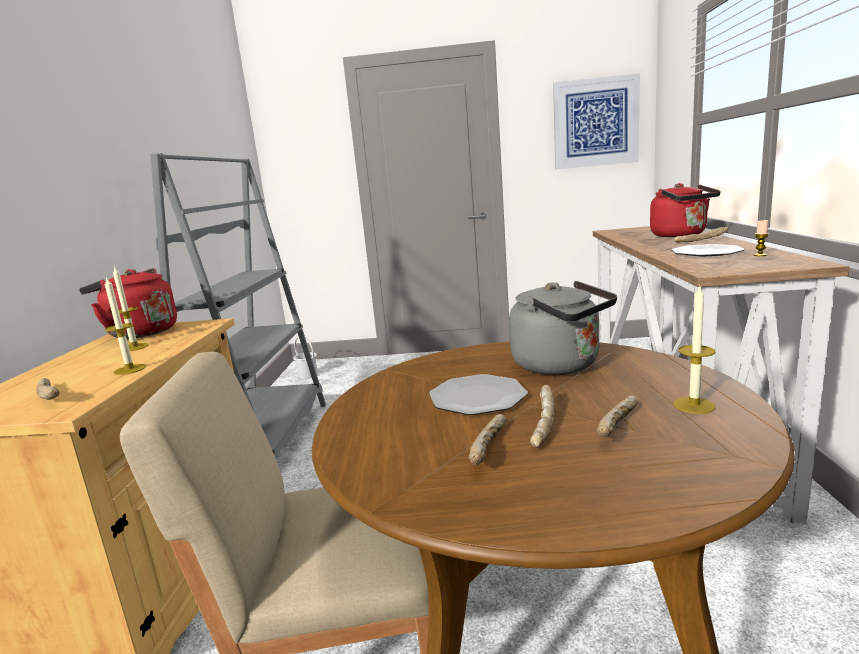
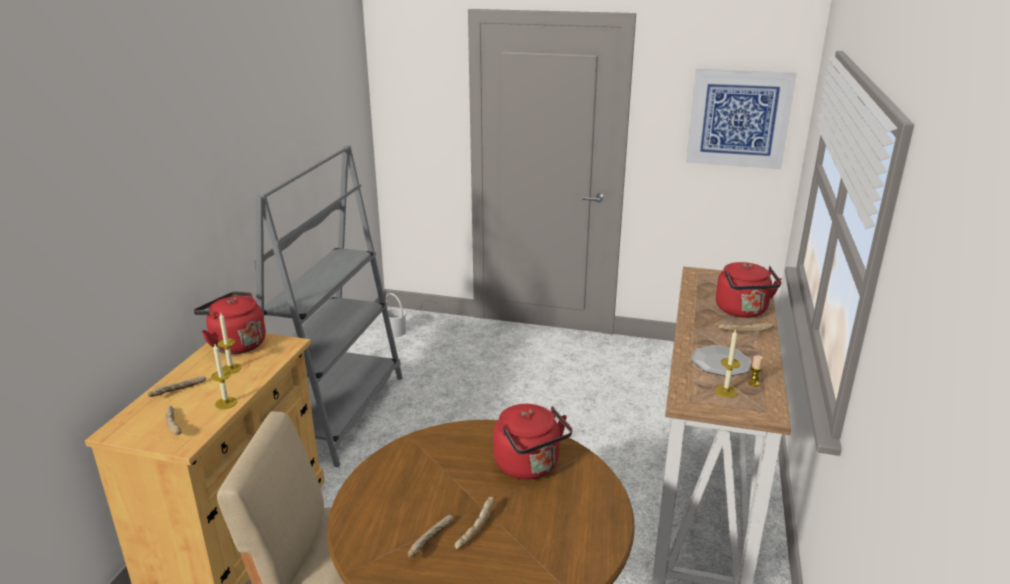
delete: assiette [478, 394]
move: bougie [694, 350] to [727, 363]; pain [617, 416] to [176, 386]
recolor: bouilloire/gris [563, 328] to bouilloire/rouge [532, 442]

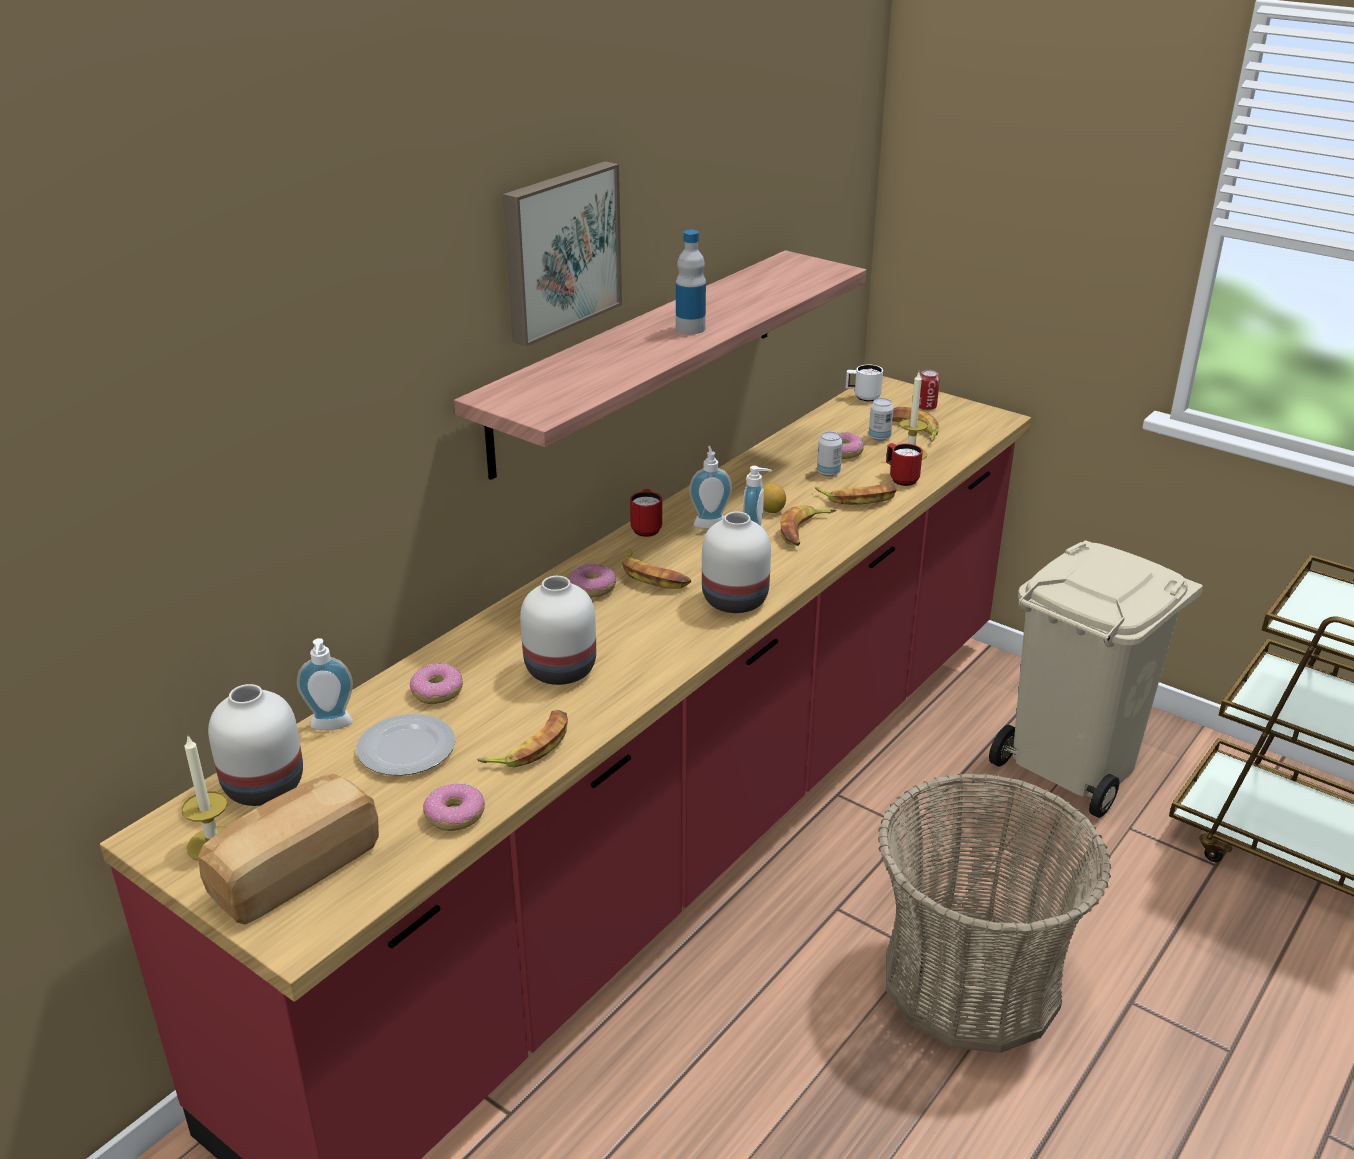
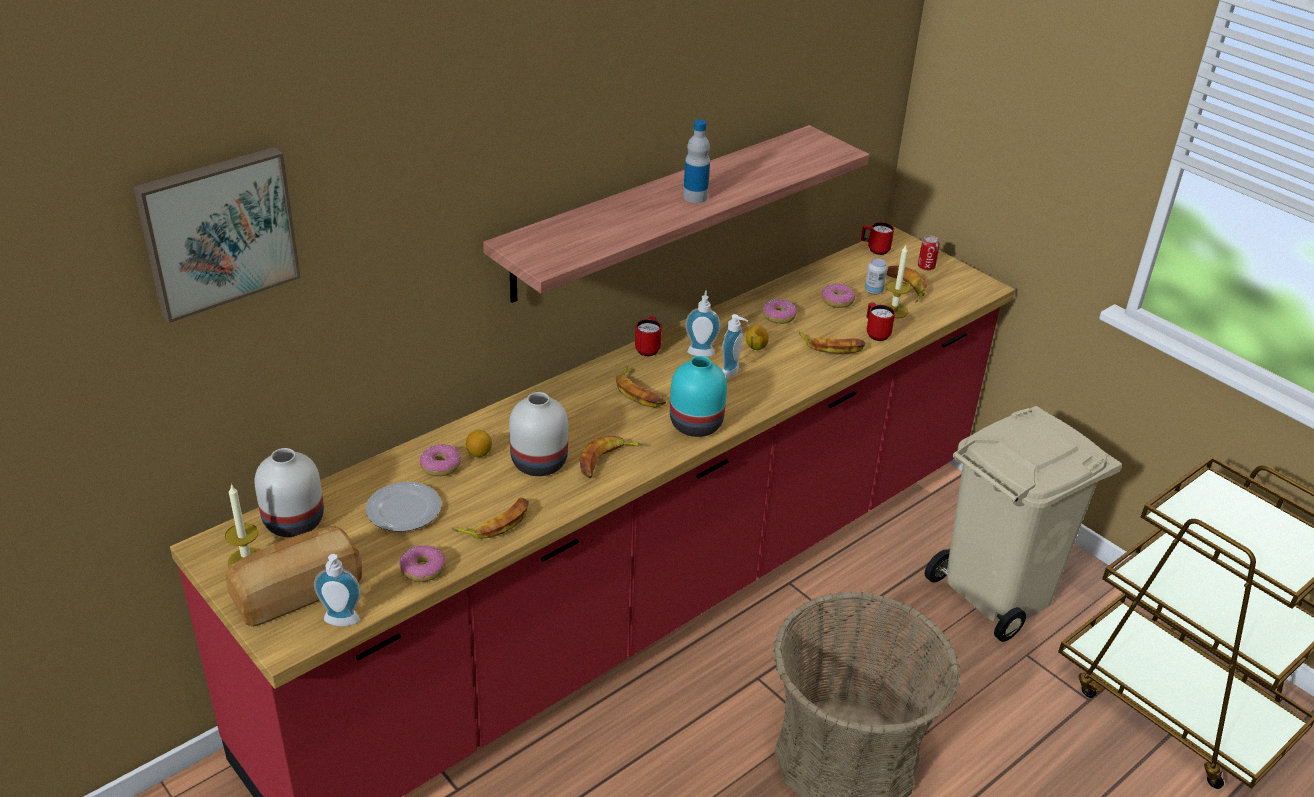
delete: boîte métallique [829, 454]
insert: citron [479, 443]
move: tableau [562, 254] to [217, 235]; banane [809, 526] to [612, 457]; beignet [592, 580] to [780, 311]; distributeur de savon [325, 684] to [337, 590]
recolor: mug/blanc [864, 383] to mug/rouge [877, 238]; vase/blanc [736, 562] to vase/turquoise [698, 396]

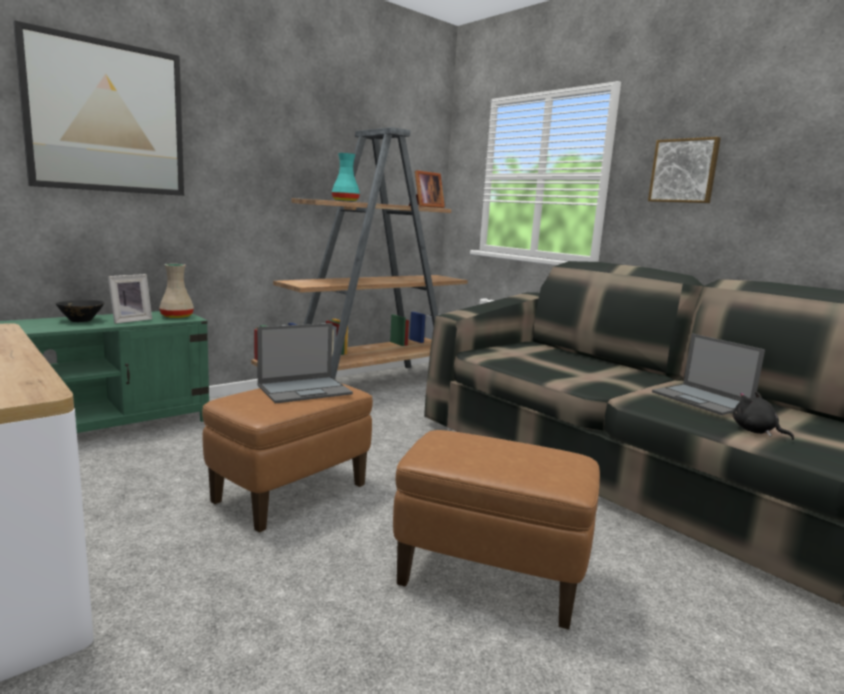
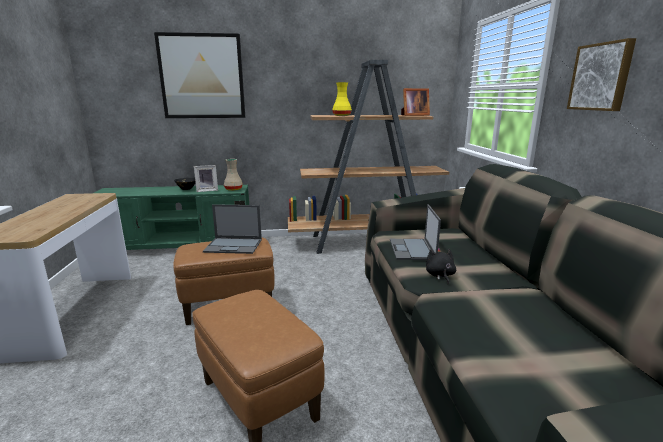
move: ordinateur portable [708, 374] to [415, 232]; peluche/noir [763, 415] to [441, 266]
recolor: vase/turquoise [346, 177] to vase/jaune [342, 99]

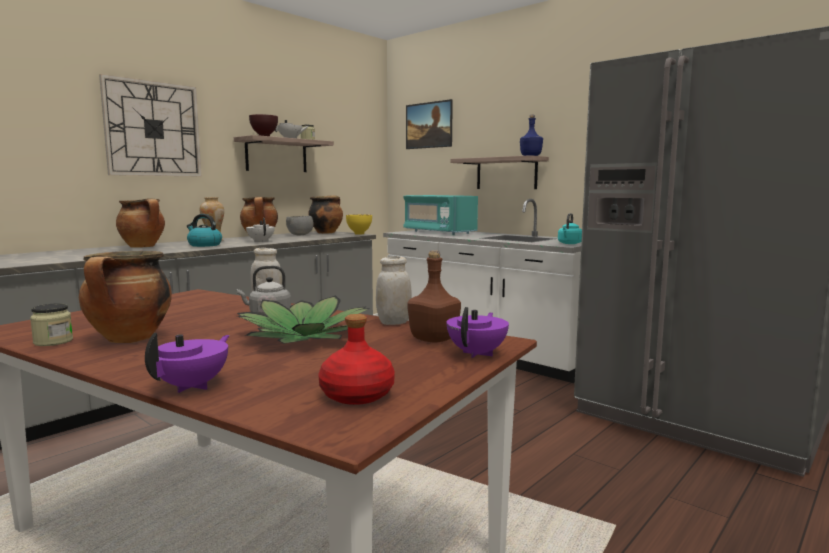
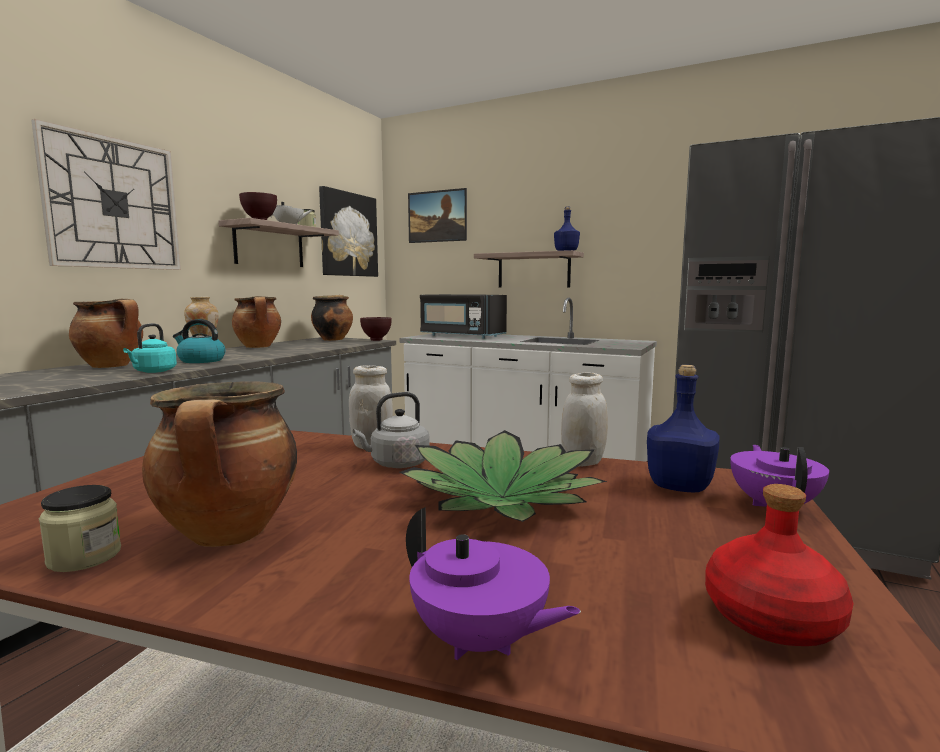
delete: bol/gris [299, 226]; théière/blanc [260, 230]
insert: tableau [348, 231]
move: bouilloire/turquoise [570, 228] to [150, 348]
recolor: micro-ondes/turquoise [440, 215] to micro-ondes/noir [463, 316]; bol/jaune [359, 225] to bol/marron [376, 329]; bouteille/marron [434, 296] to bouteille/bleu [683, 428]
rotate: théière/violet [187, 363] = [493, 583] 120 degrees clockwise

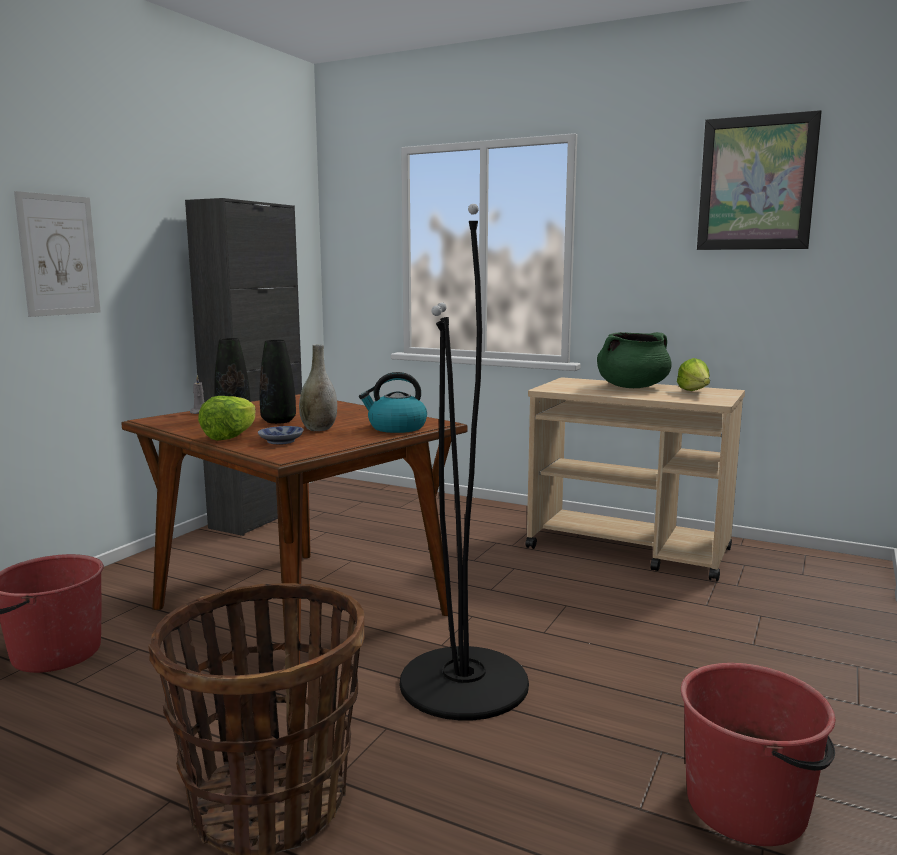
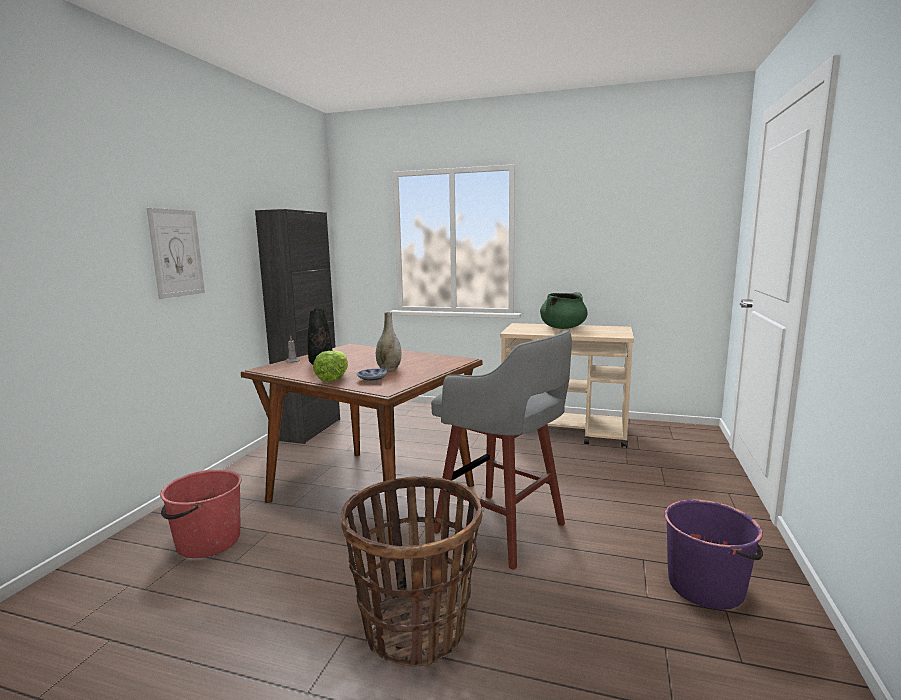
delete: tableau [759, 180]; vase/noir [278, 382]; laitue [693, 374]; bouilloire [393, 402]
replace: lampadaire/noir [464, 462] to tabouret/gris [501, 450]
recolor: seau/rouge [758, 754] to seau/violet [713, 555]

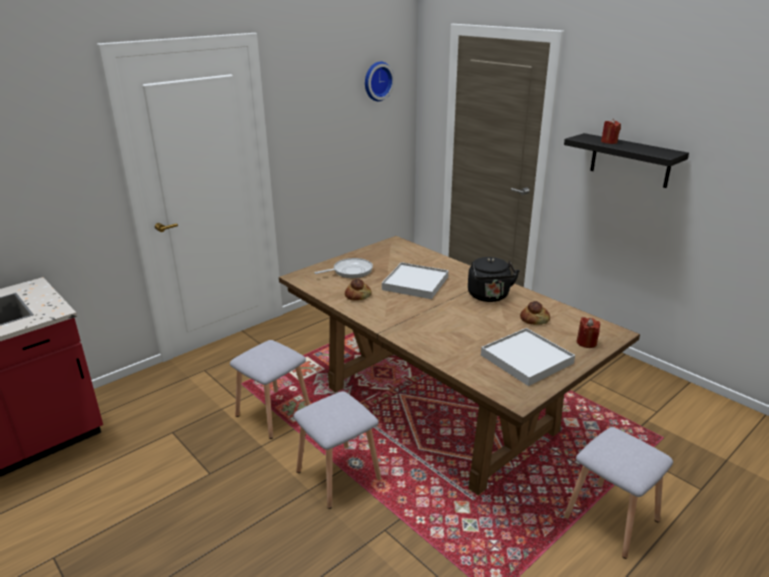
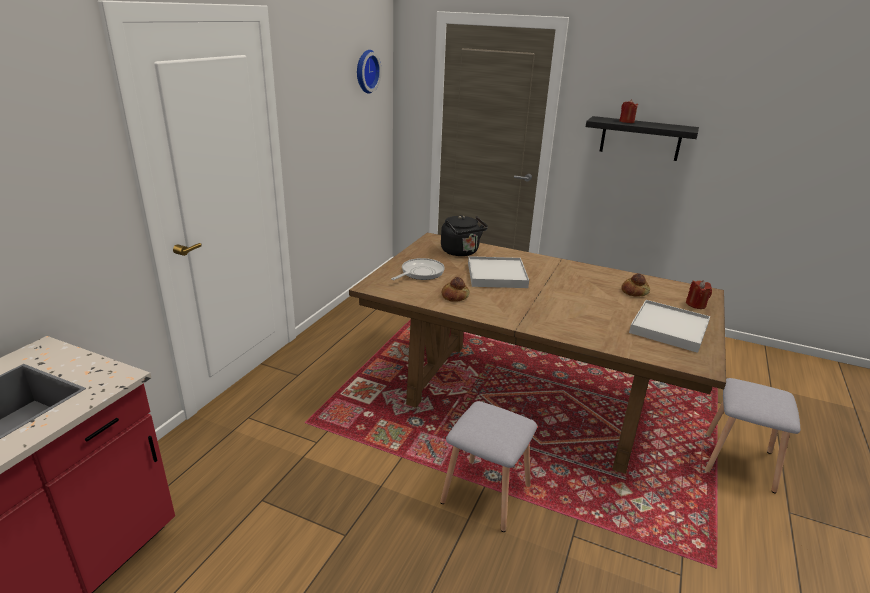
delete: tabouret/gris [270, 389]
move: bouilloire/noir [494, 279] to [464, 235]

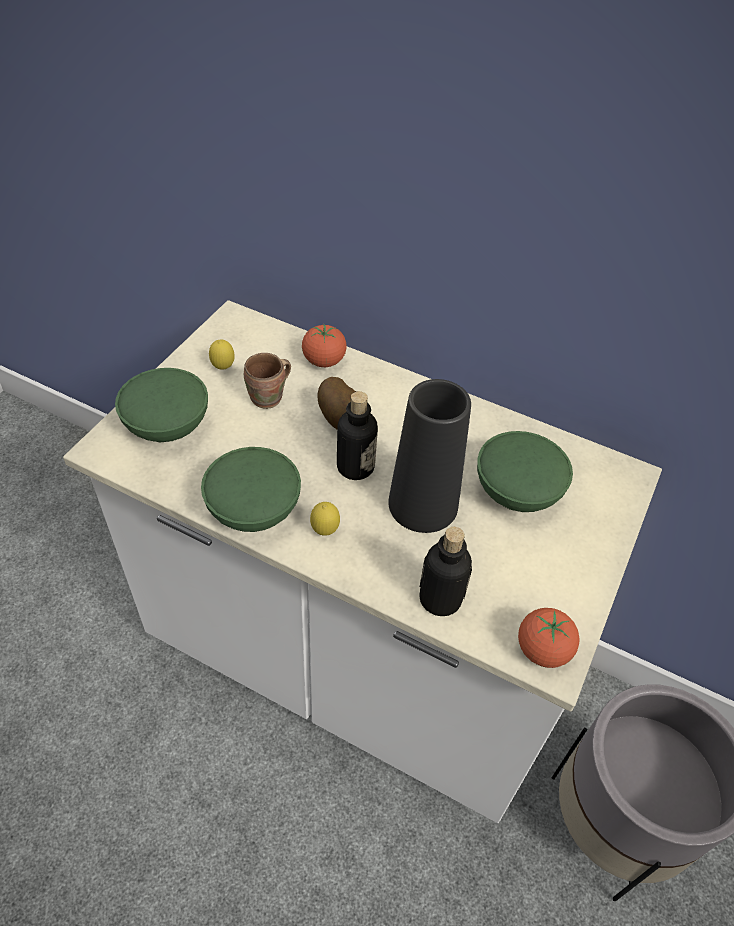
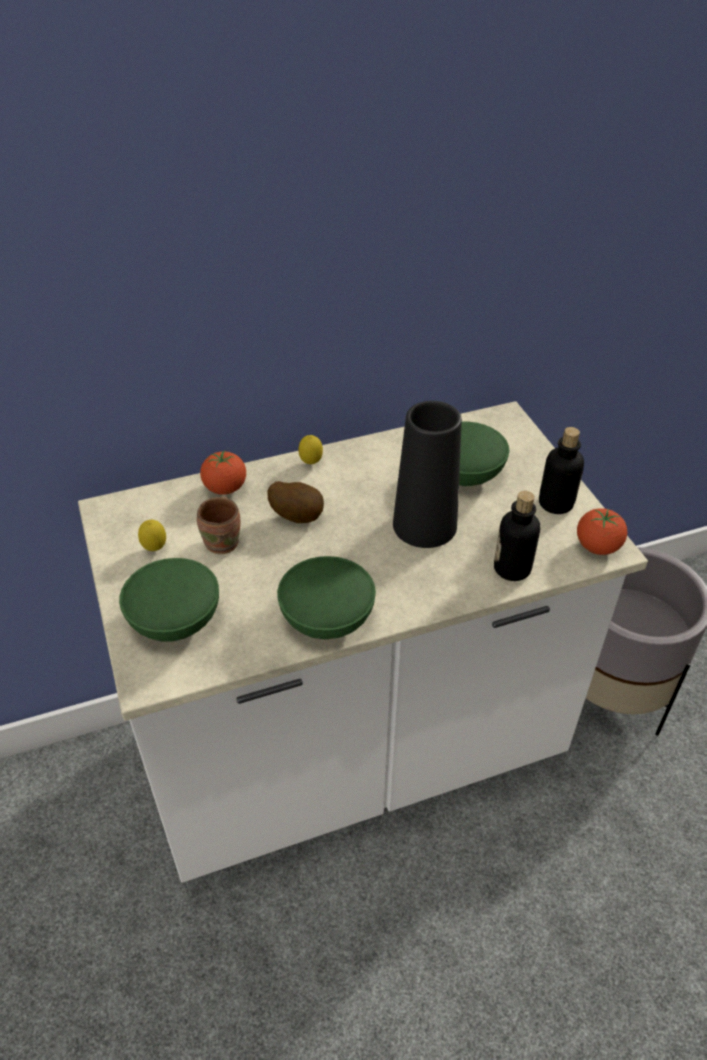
move: bouteille [357, 435] to [561, 470]; citron [325, 519] to [310, 449]

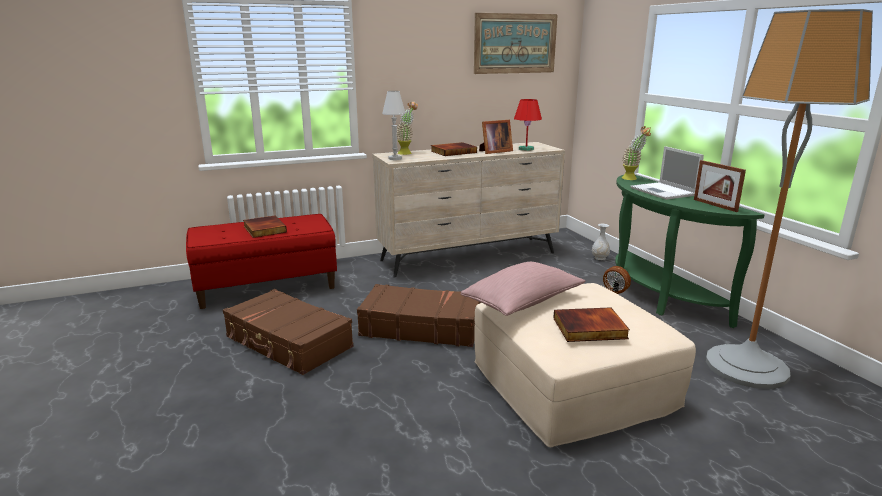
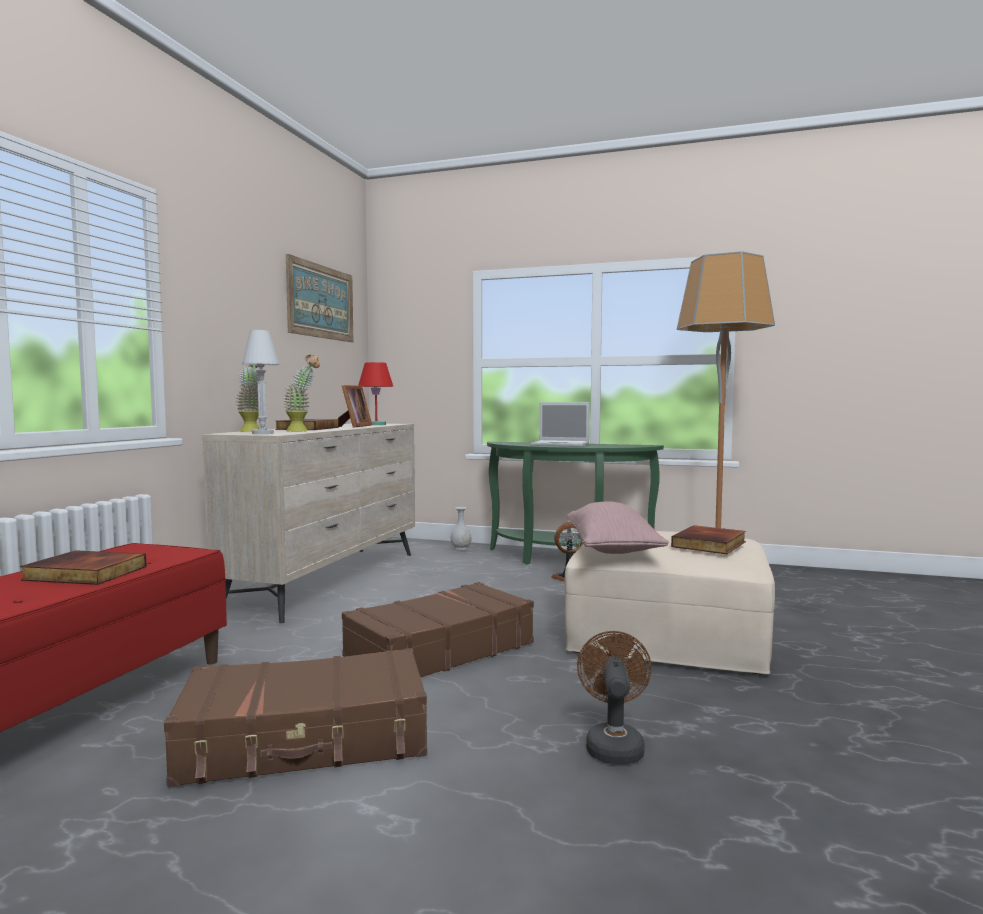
delete: cadre photo [720, 186]
insert: ventilateur/marron [614, 697]
move: plante en pot [636, 153] to [302, 393]

